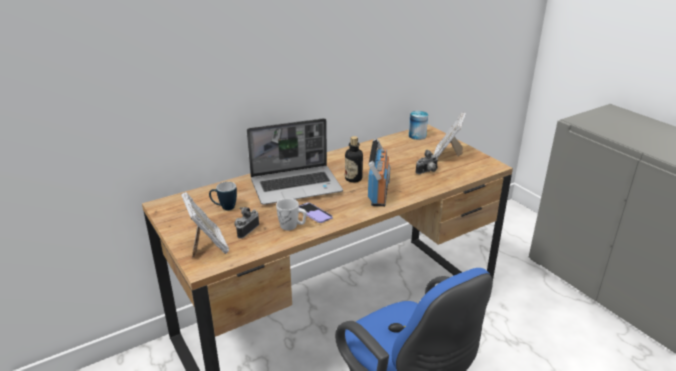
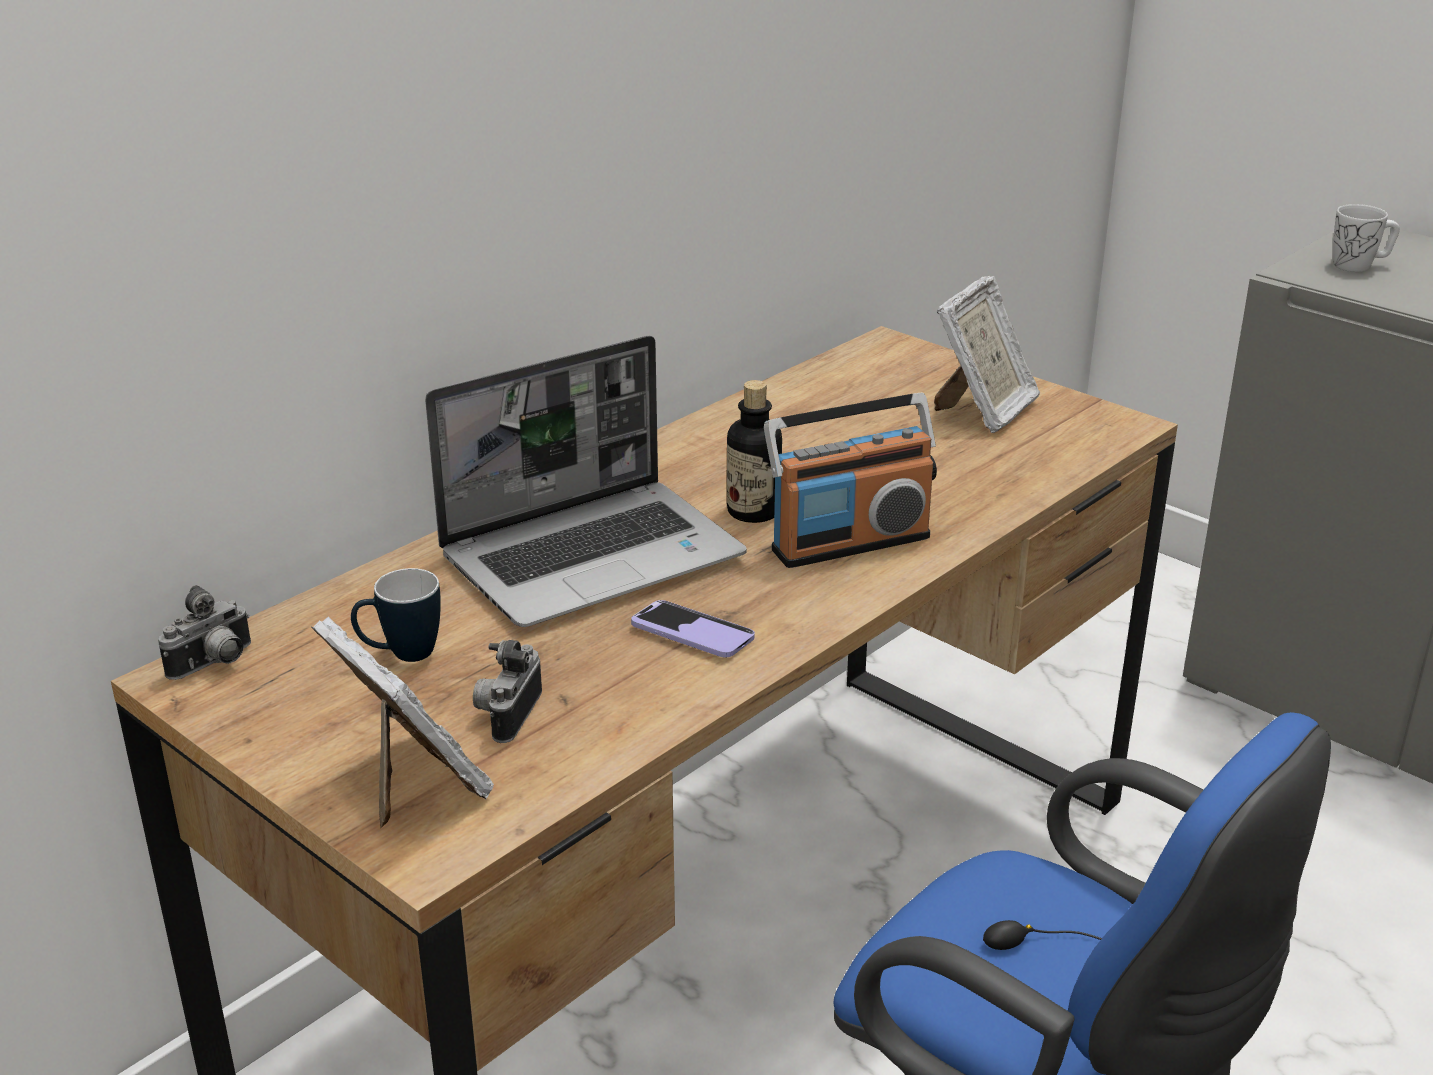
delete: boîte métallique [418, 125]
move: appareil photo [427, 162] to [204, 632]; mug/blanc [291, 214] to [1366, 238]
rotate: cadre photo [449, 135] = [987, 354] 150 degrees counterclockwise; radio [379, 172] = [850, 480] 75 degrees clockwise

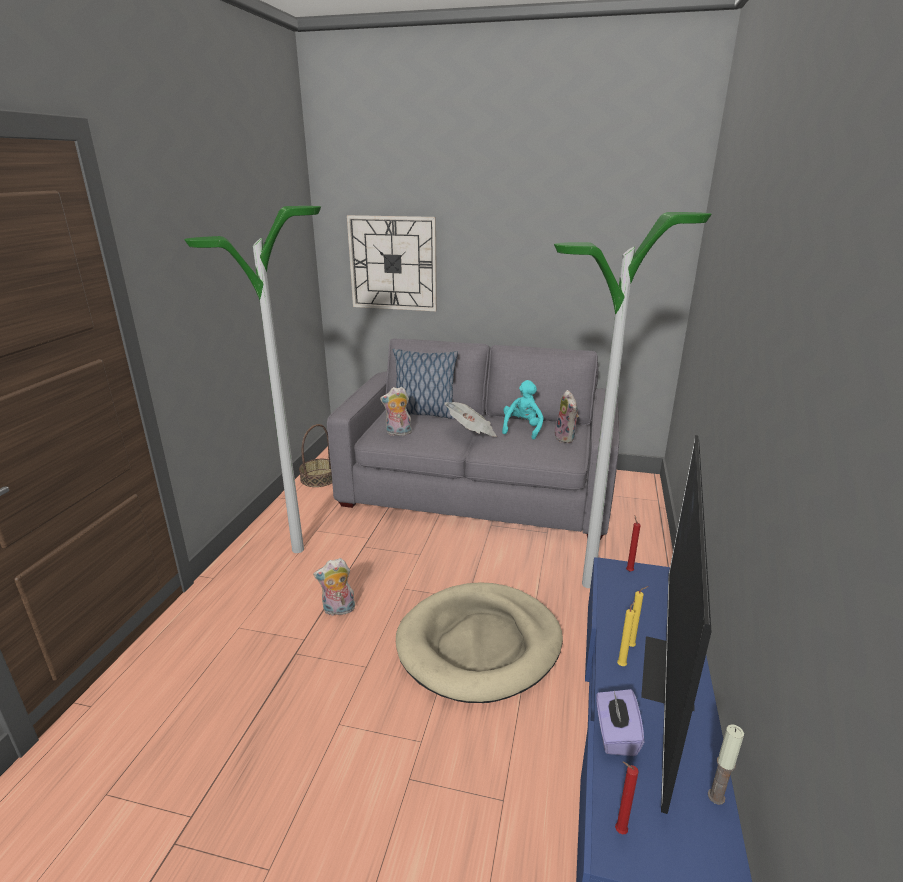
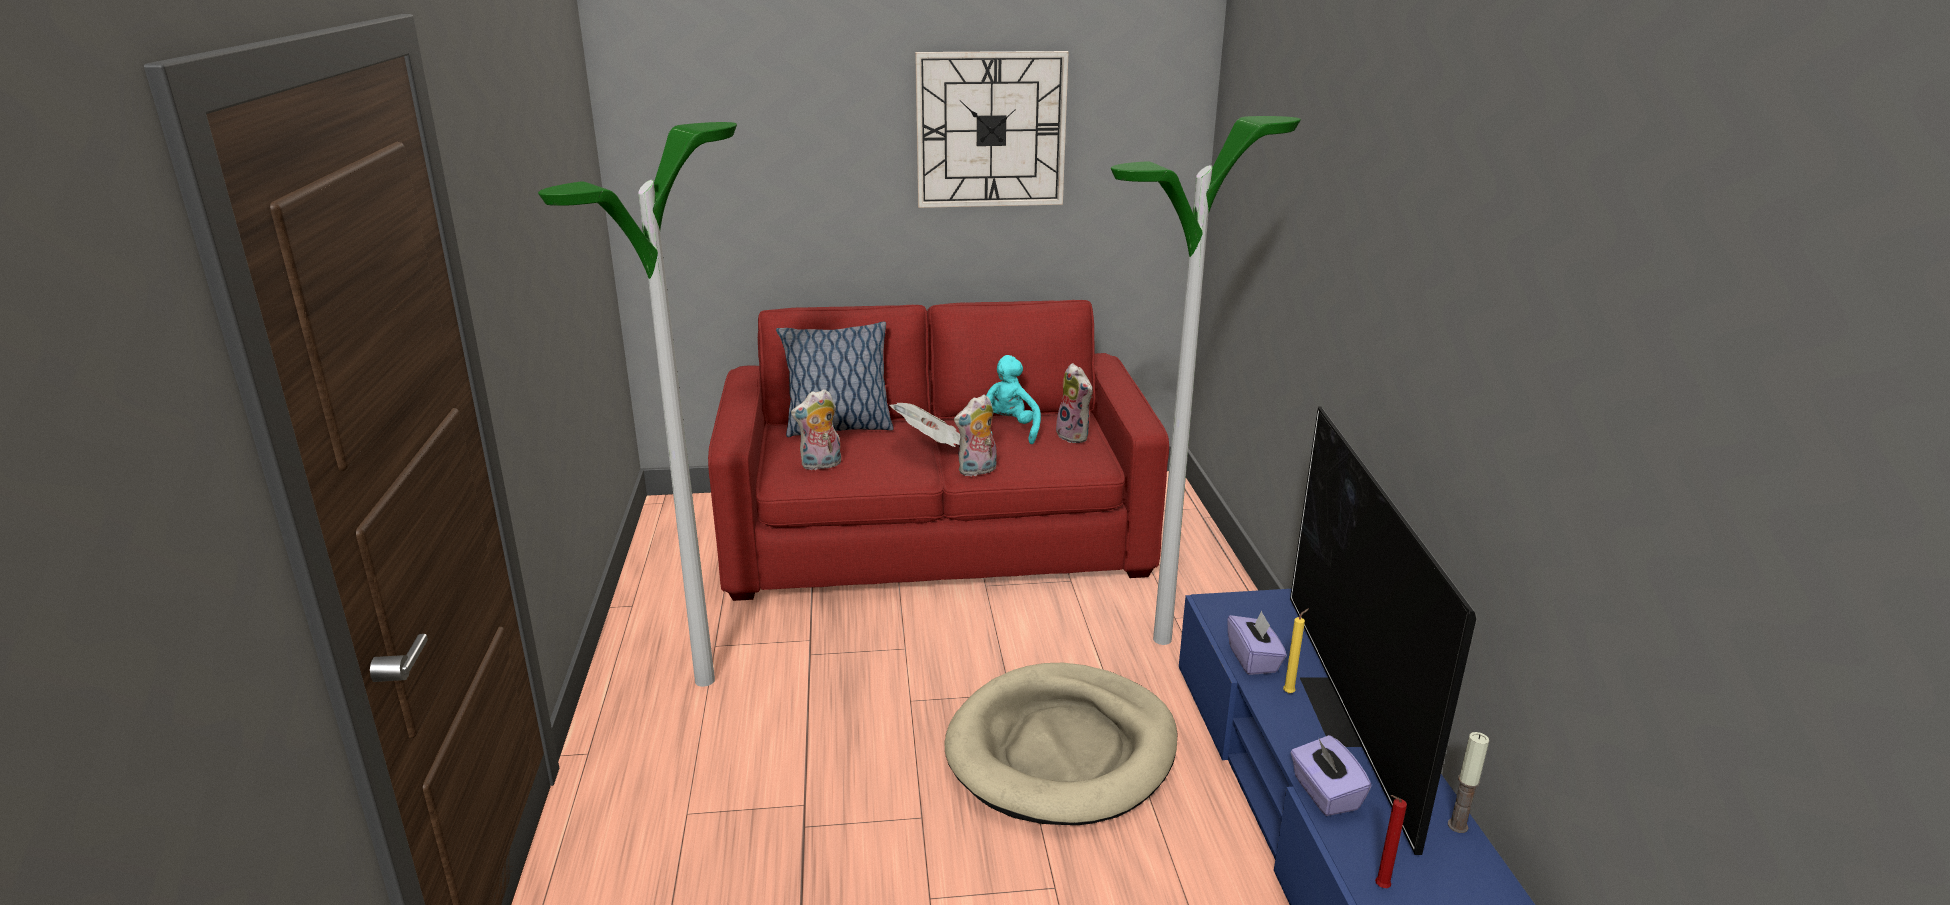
delete: panier [315, 455]; bougie/rouge [633, 544]; bougie/jaune [626, 633]
insert: boîte à mouchoirs/violet [1257, 643]
move: horloge murale [392, 263] to [992, 129]; peluche [334, 587] to [975, 436]
recolor: canapé/gris [473, 439] to canapé/rouge [938, 450]

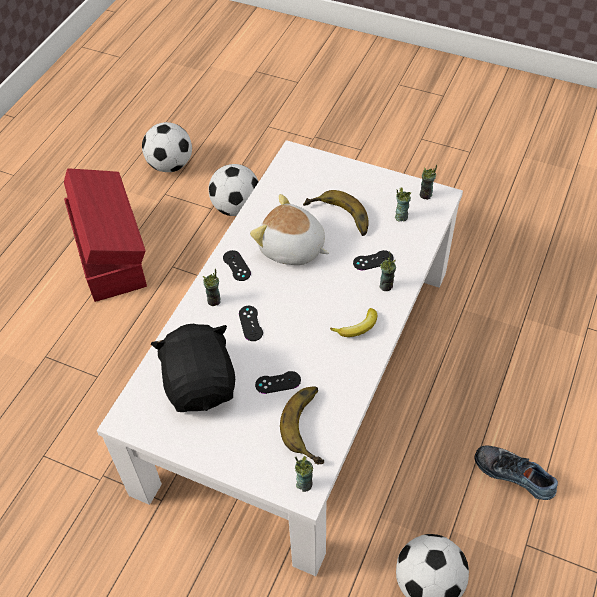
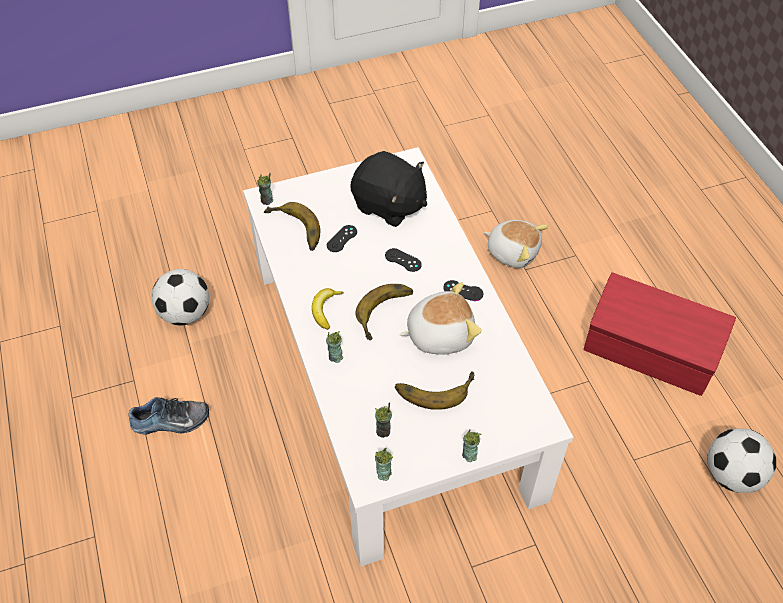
delete: ballon de foot [234, 190]; manette/noir [373, 260]
insert: peluche [516, 244]; banane [384, 312]
move: tasse [212, 287] to [471, 445]

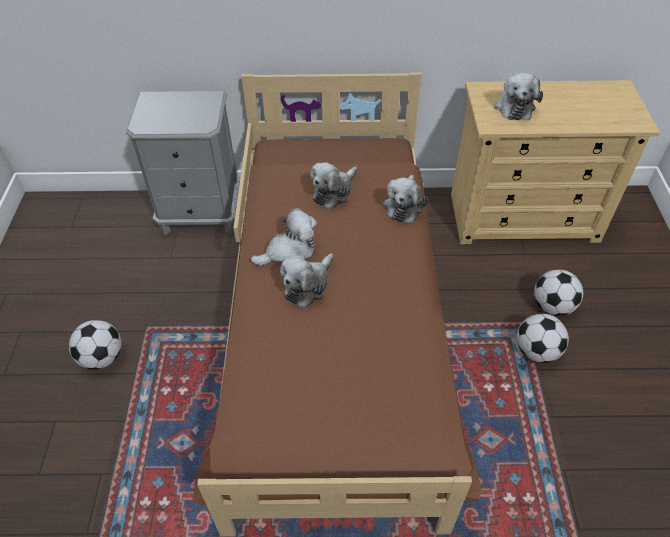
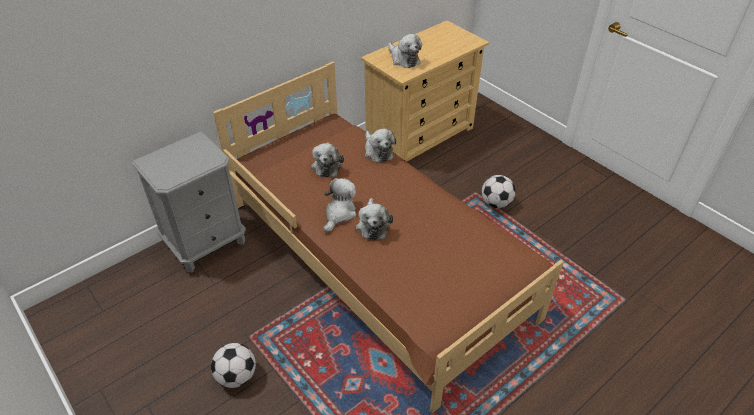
delete: ballon de foot [558, 292]

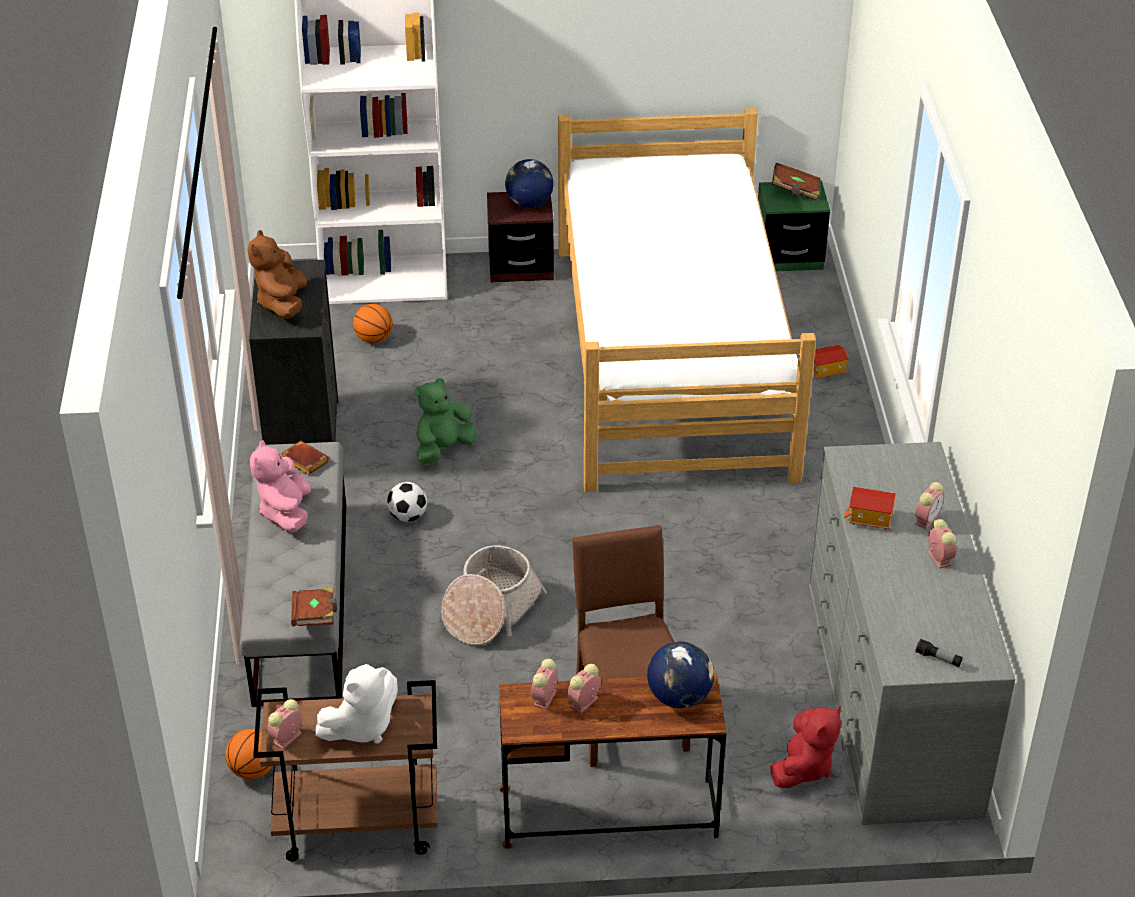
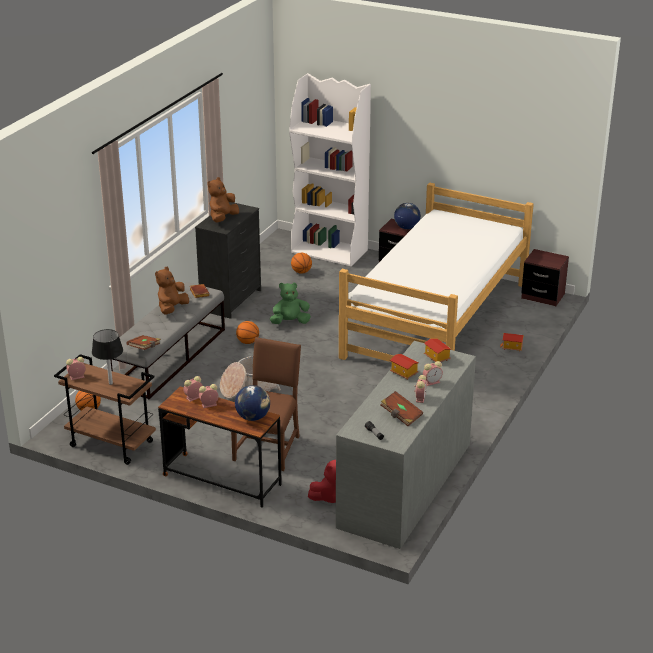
insert: maison miniature [437, 350]
move: livre/marron [796, 182] to [401, 408]
replace: ballon de foot [407, 502] to ballon de basket [247, 332]; peluche/blanc [356, 704] to lampe de table/noir [107, 357]
recolor: table de chevet/vert [794, 225] to table de chevet/marron [545, 277]; peluche/rose [280, 486] to peluche/marron [172, 291]

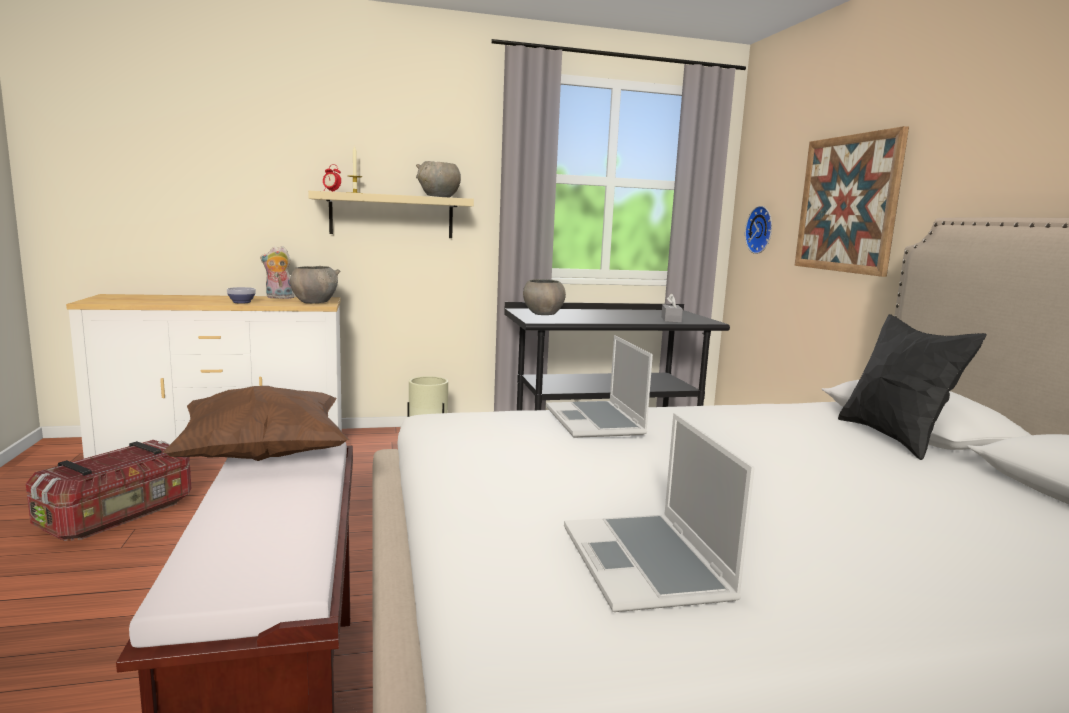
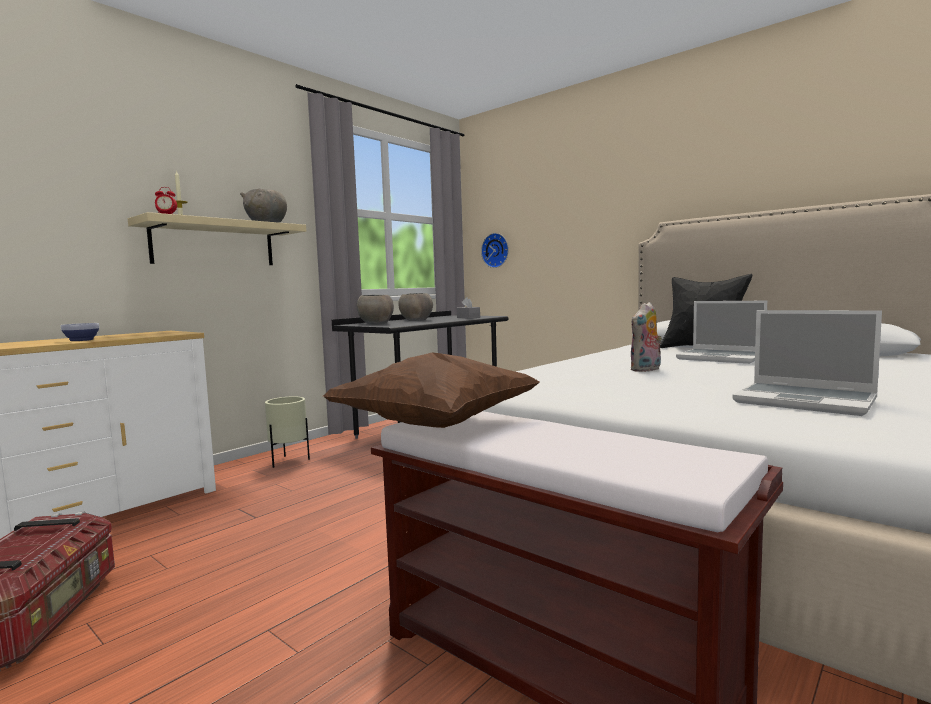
delete: tableau [851, 201]
move: peluche [277, 272] to [646, 337]; bol/gris [315, 284] to [415, 307]; ordinateur portable [599, 386] to [721, 332]

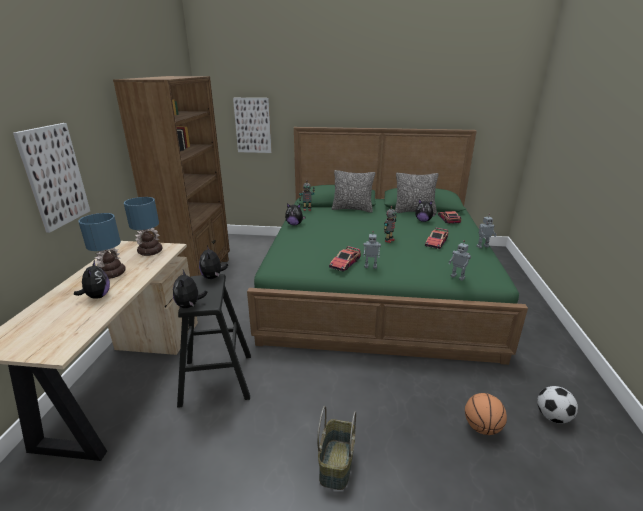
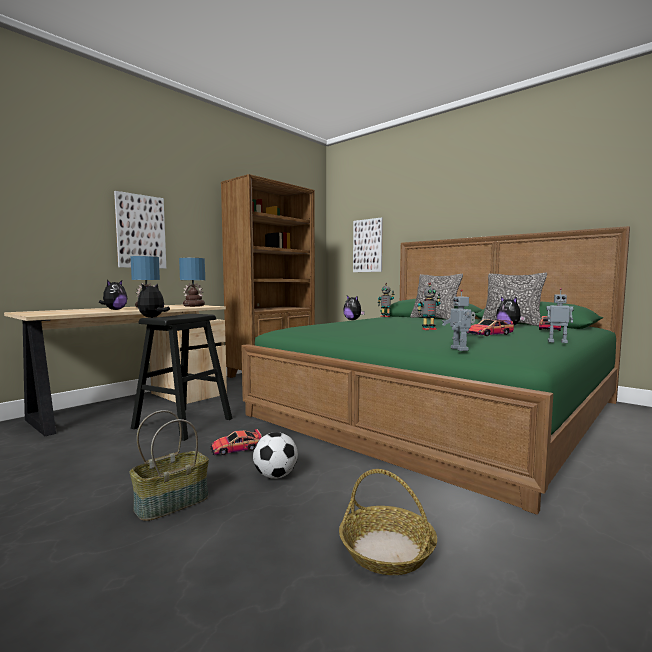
delete: robot jouet [372, 250]; peluche [213, 262]
move: petite voiture [345, 258] to [236, 442]; ballon de foot [557, 404] to [275, 455]
replace: ballon de basket [486, 414] to panier [388, 522]

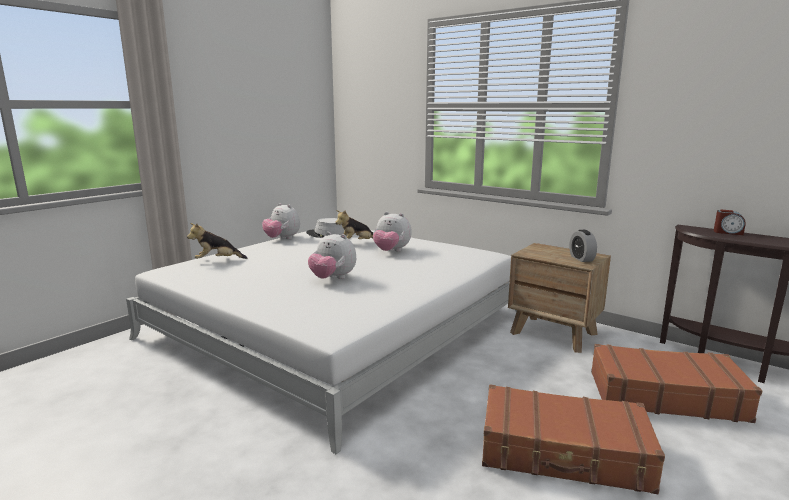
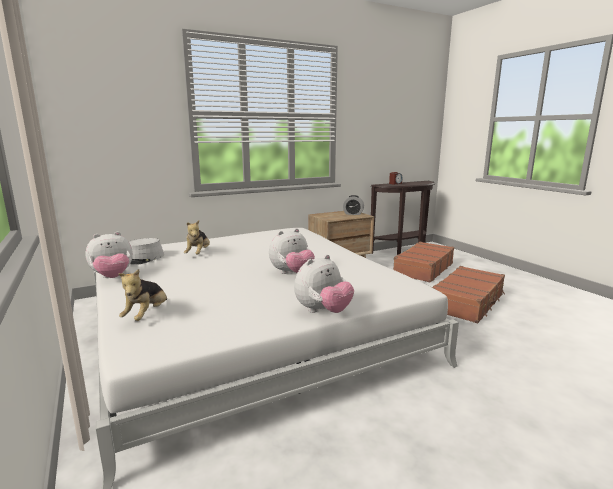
move: peluche [392, 232] to [324, 283]

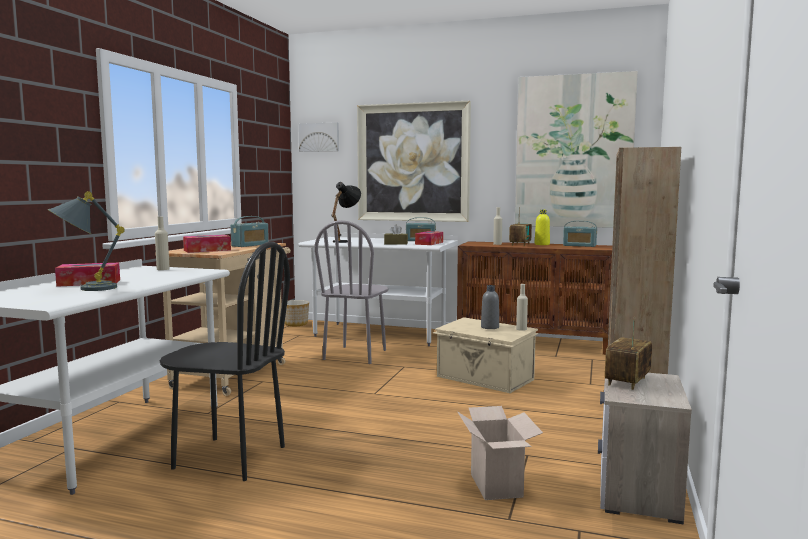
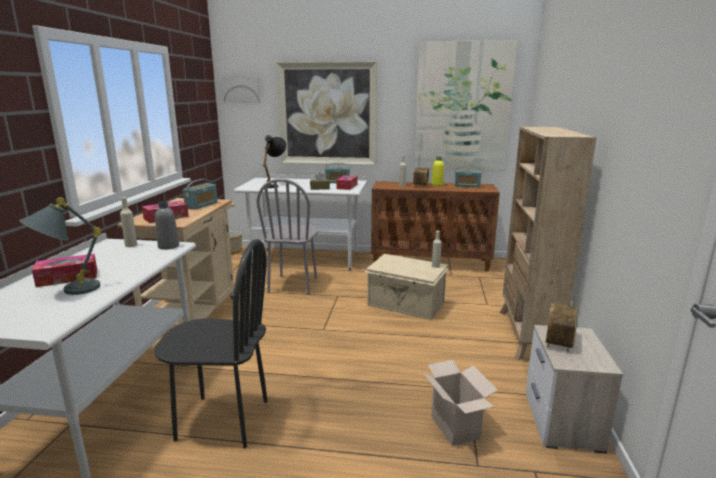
move: bouteille/gris [490, 307] to [167, 225]

